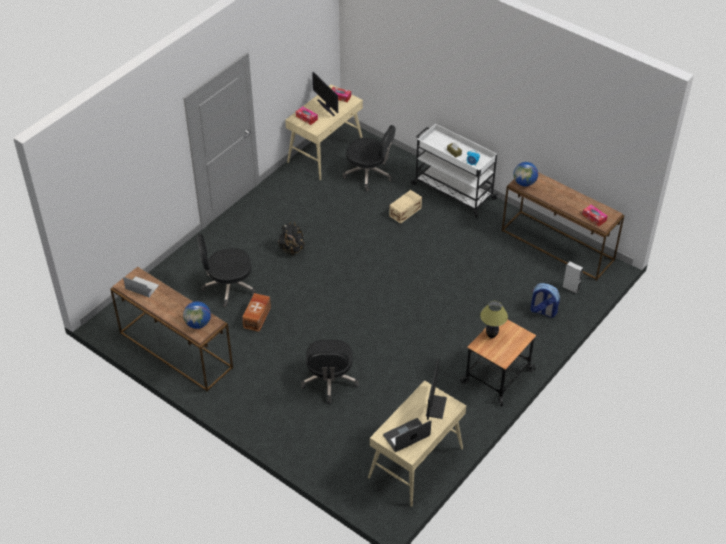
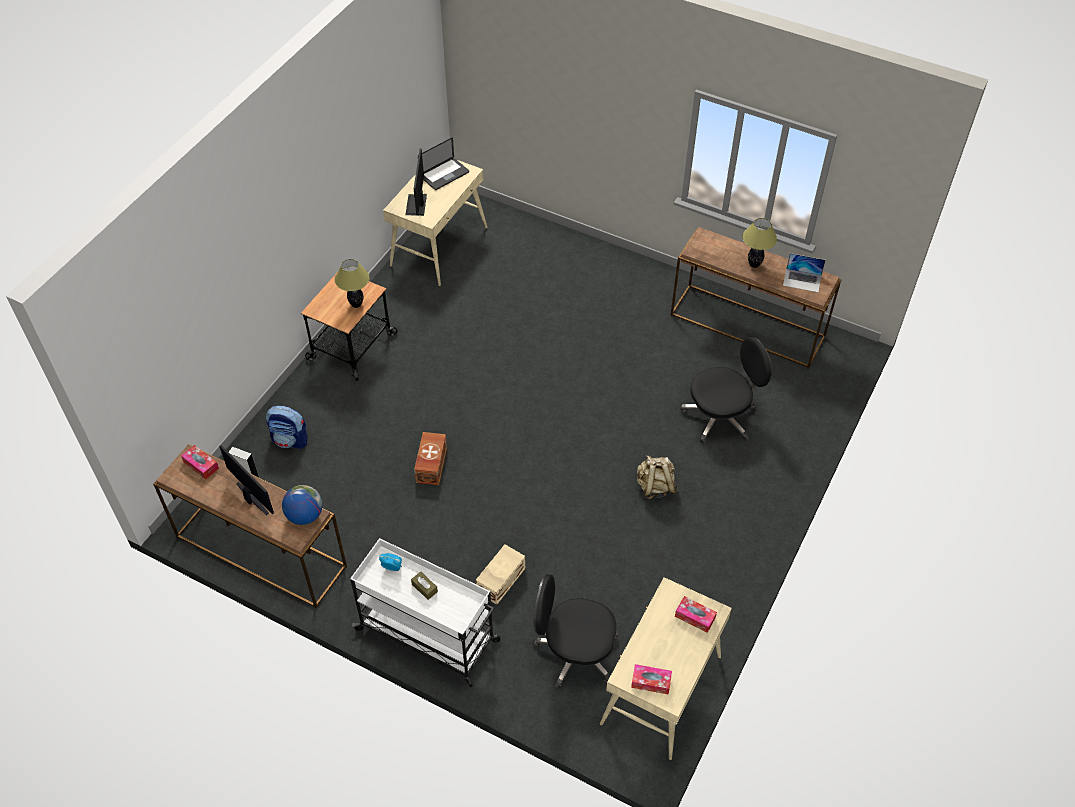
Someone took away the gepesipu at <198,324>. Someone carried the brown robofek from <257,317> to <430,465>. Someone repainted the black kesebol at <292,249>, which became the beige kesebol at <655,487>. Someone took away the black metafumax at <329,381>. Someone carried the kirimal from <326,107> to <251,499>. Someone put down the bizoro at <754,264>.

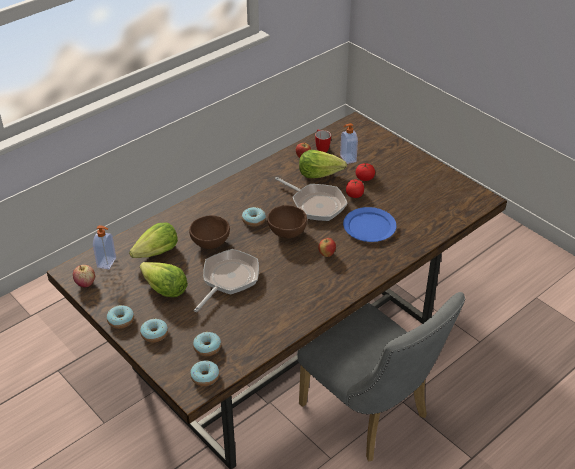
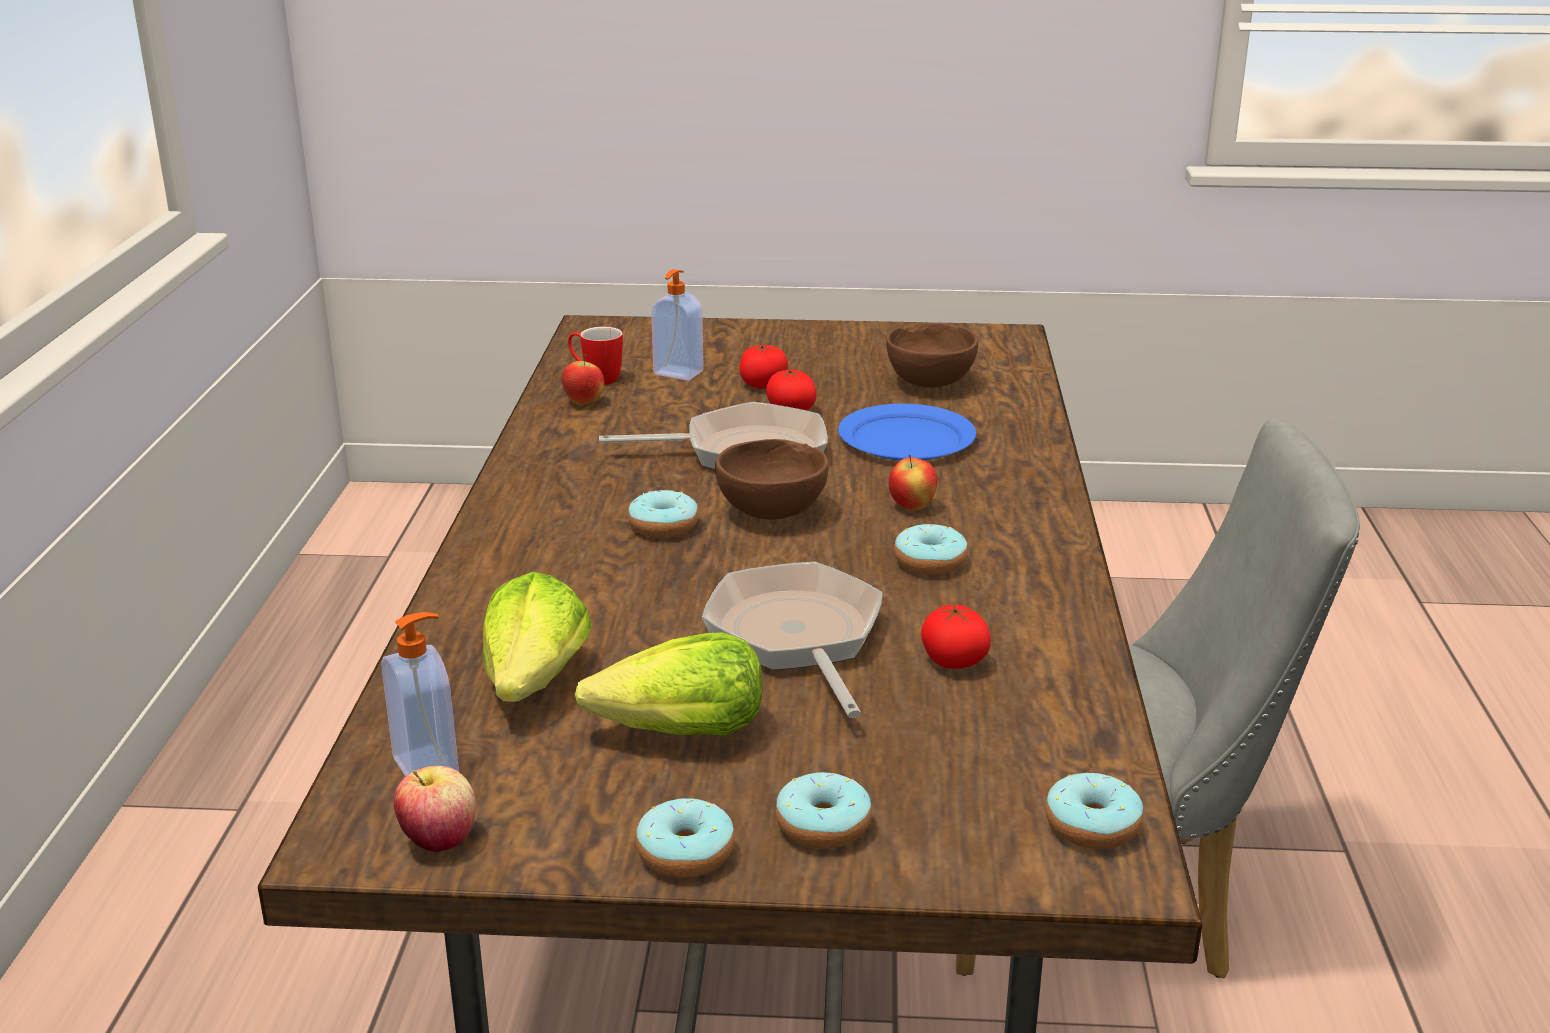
Someone carried the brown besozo from <211,243> to <931,383>. Someone carried the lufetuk from <207,347> to <930,562>. Someone took away the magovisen at <319,173>. Someone put down the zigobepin at <953,661>.

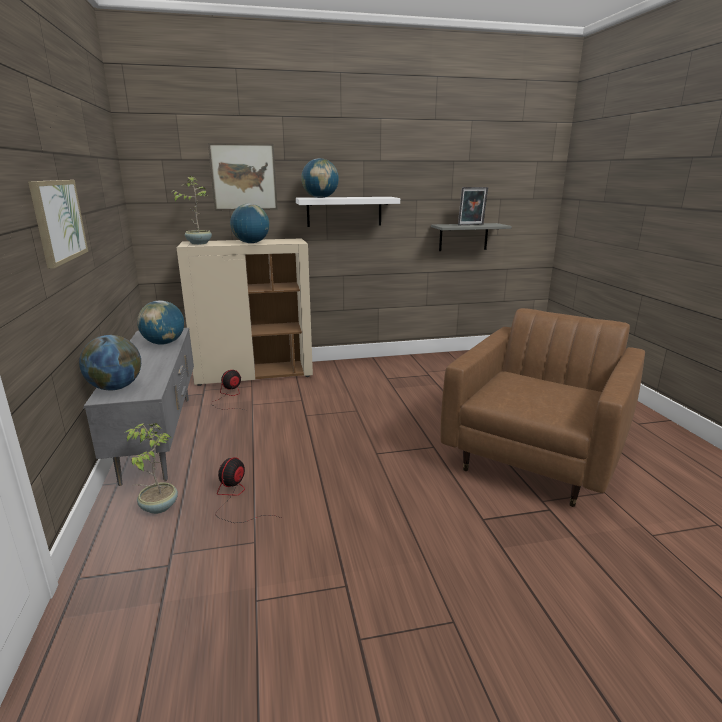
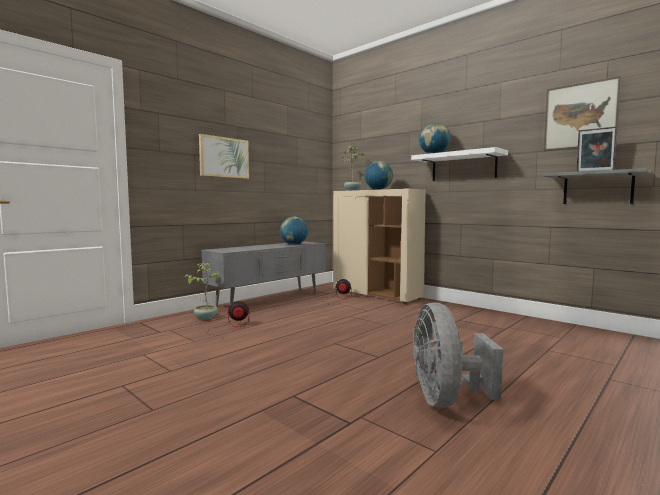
Someone took away the gepesipu at <115,388>. Someone carried the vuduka from <243,177> to <580,116>. Someone swapped the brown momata at <536,456> for the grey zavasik at <446,399>.

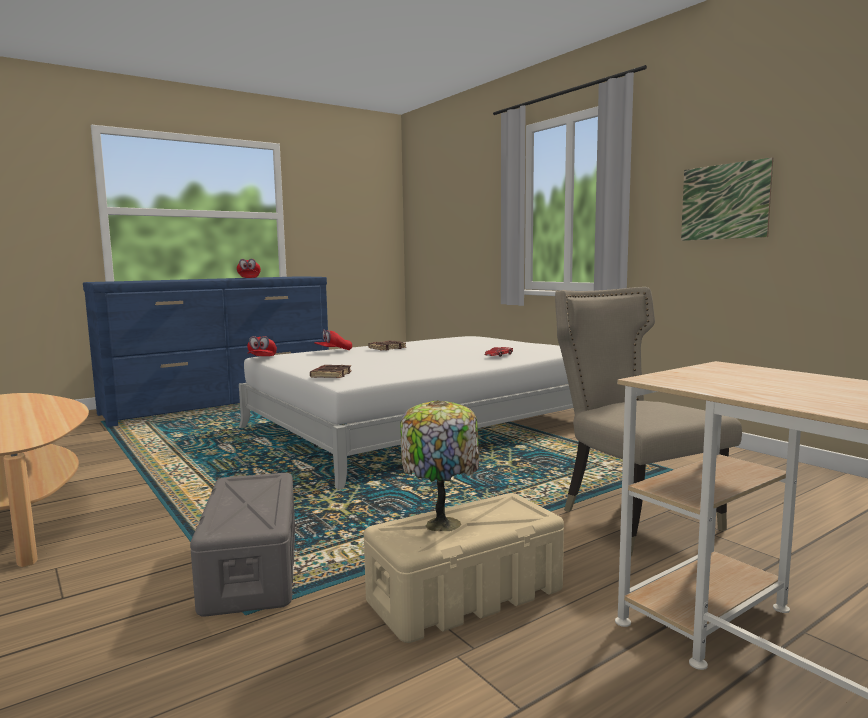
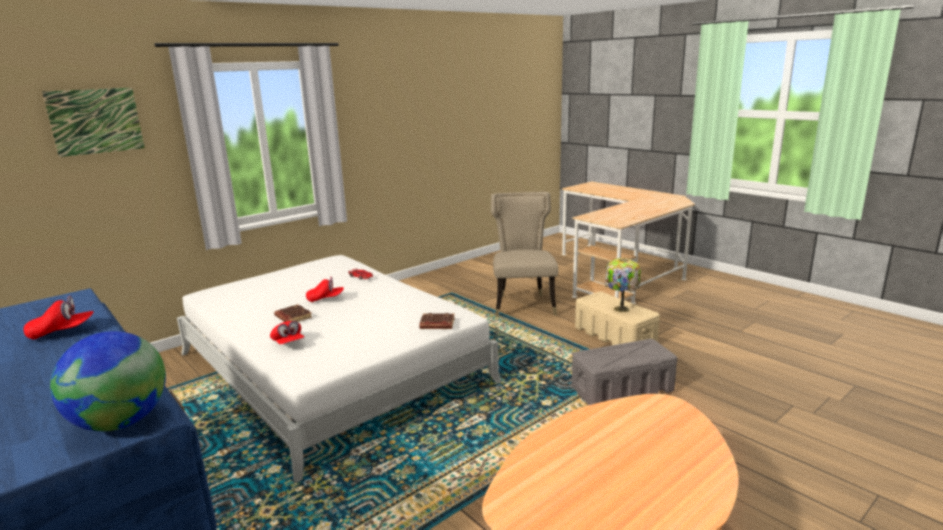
Someone carried the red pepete from <262,358> to <325,299>. Someone rotated the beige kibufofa at <632,519> by 120 degrees clockwise. Someone carried the vuduka from <724,201> to <95,121>. Someone put down the gepesipu at <121,422>.

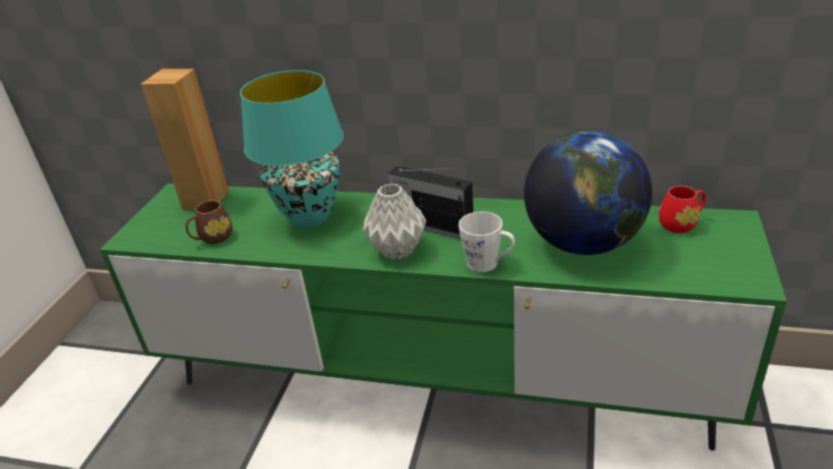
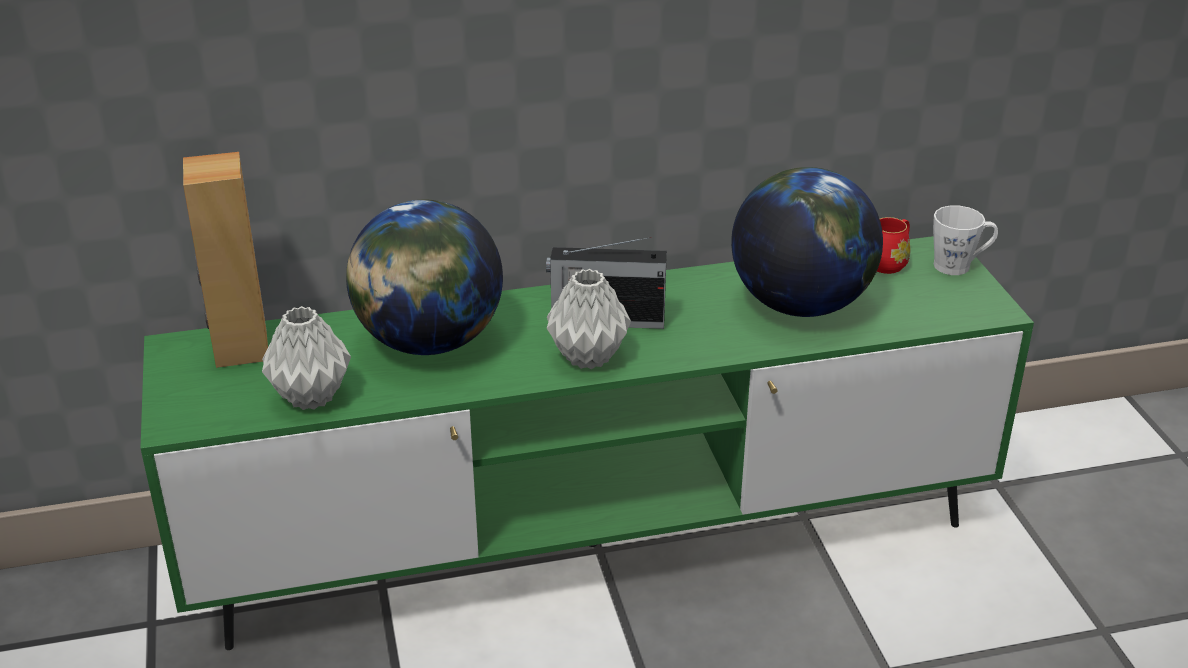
Someone swapped the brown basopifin at <212,238> for the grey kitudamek at <312,396>. Someone swapped the turquoise bizoro at <309,218> for the gepesipu at <429,342>. Someone carried the white basopifin from <488,264> to <959,266>.

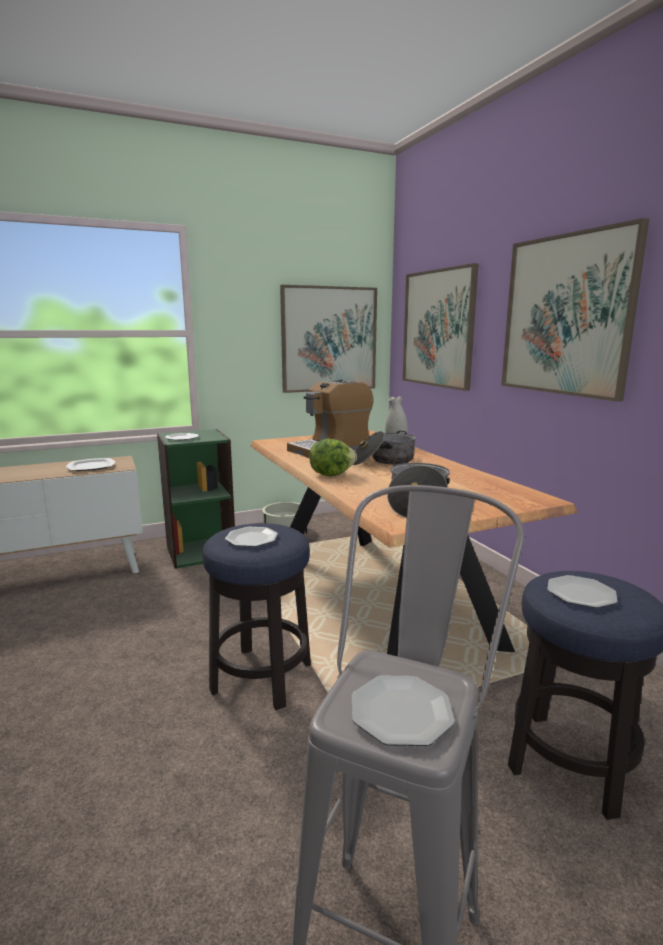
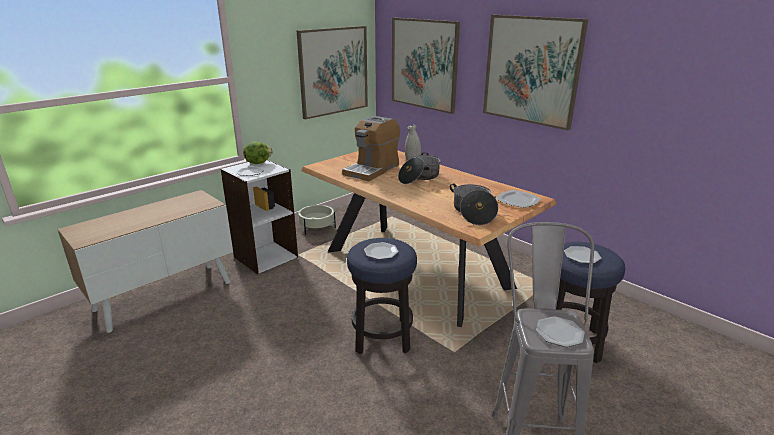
Someone carried the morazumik from <91,466> to <518,201>. Someone repainted the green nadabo at <200,551>, which became the white nadabo at <265,256>. Someone carried the magovisen from <331,474> to <258,162>.

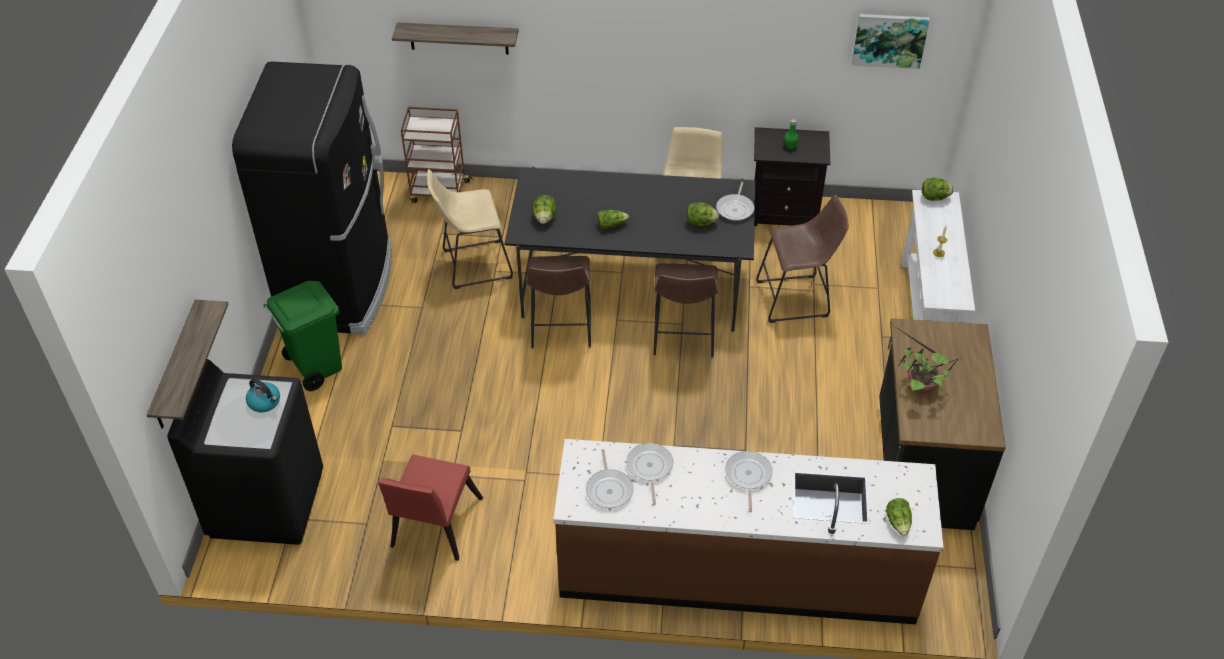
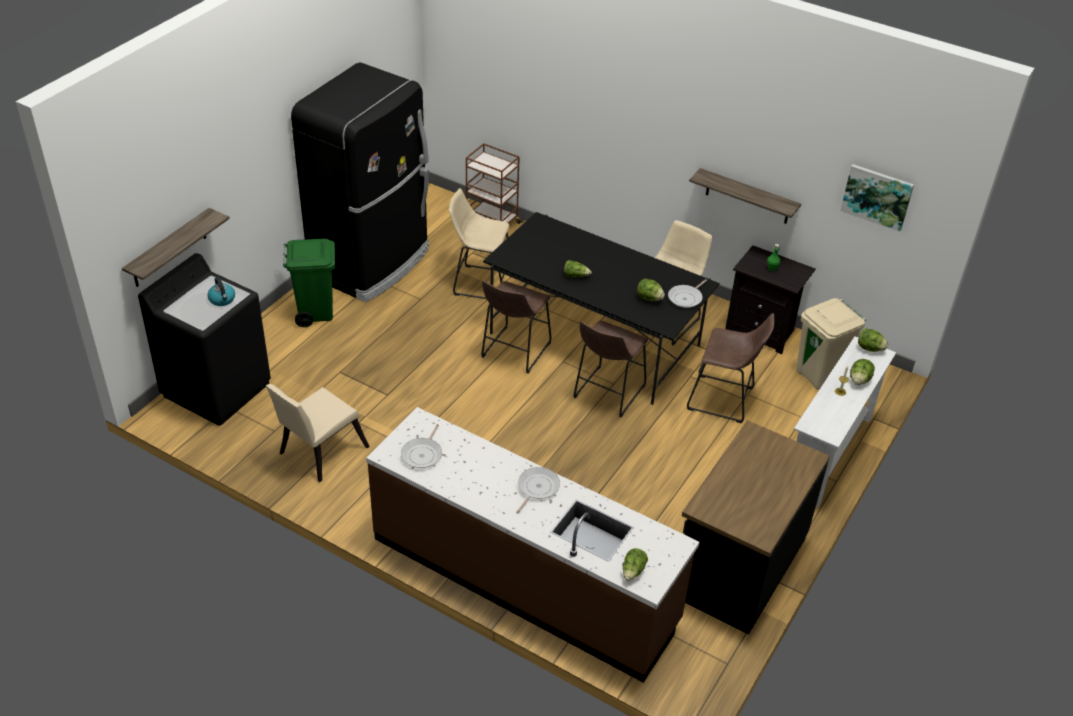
Someone repainted the red kibufofa at <433,527>, which became the beige kibufofa at <319,452>. Someone carried the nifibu from <458,38> to <747,197>. Someone carried the magovisen from <544,218> to <859,380>. Someone took away the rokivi at <649,468>. Someone took away the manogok at <920,386>. Someone put down the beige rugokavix at <819,376>.

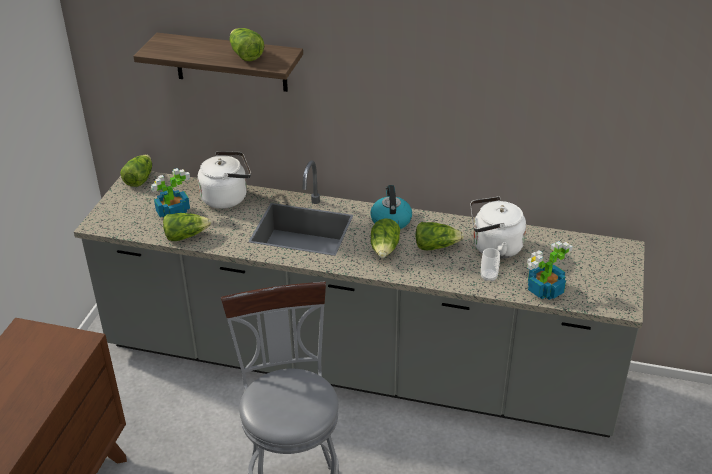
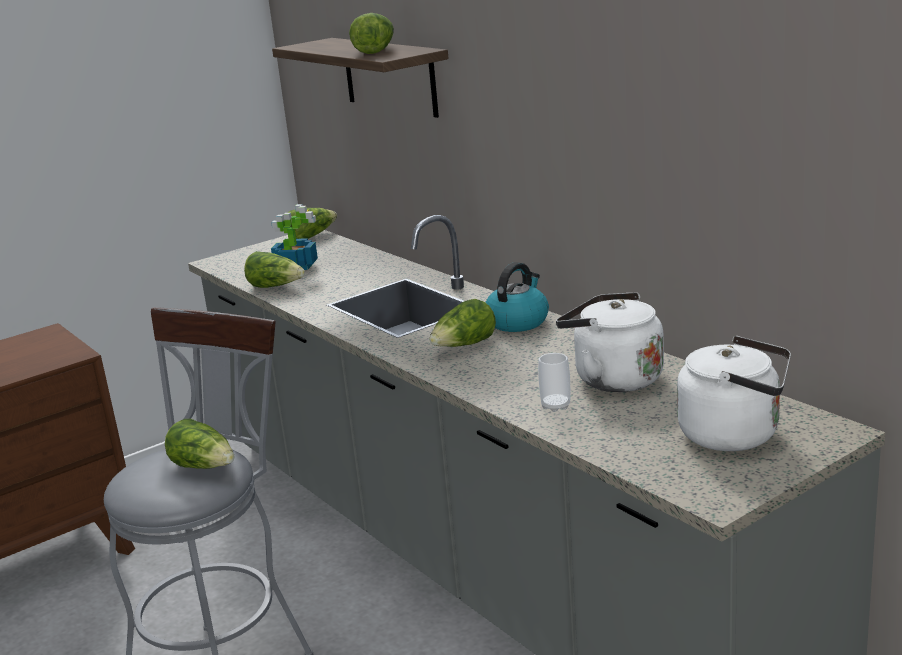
Someone carried the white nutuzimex from <227,197> to <735,435>. Someone carried the magovisen from <436,246> to <204,467>. Someone took away the manogok at <544,290>.

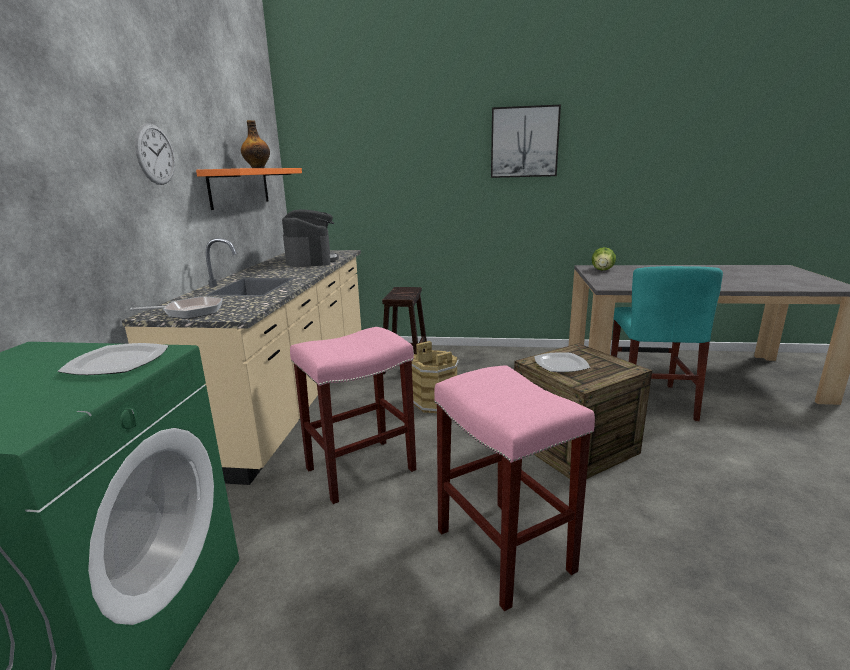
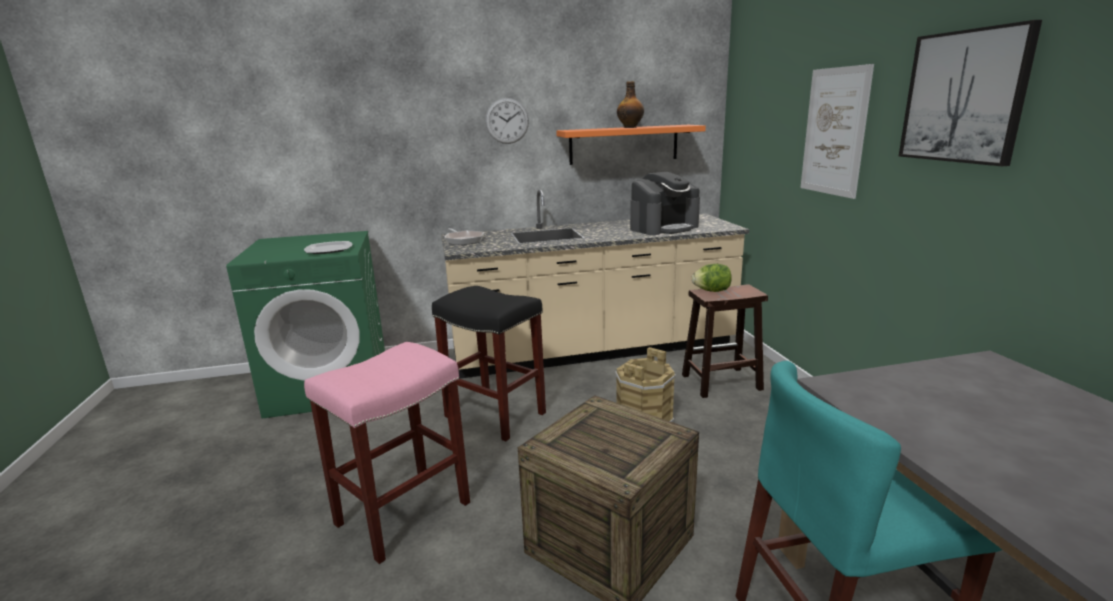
Someone repainted the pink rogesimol at <361,468>, which became the black rogesimol at <496,415>. Someone took away the morazumik at <561,364>. Someone carried the magovisen from <602,270> to <712,291>. Someone put up the vuduka at <834,132>.

